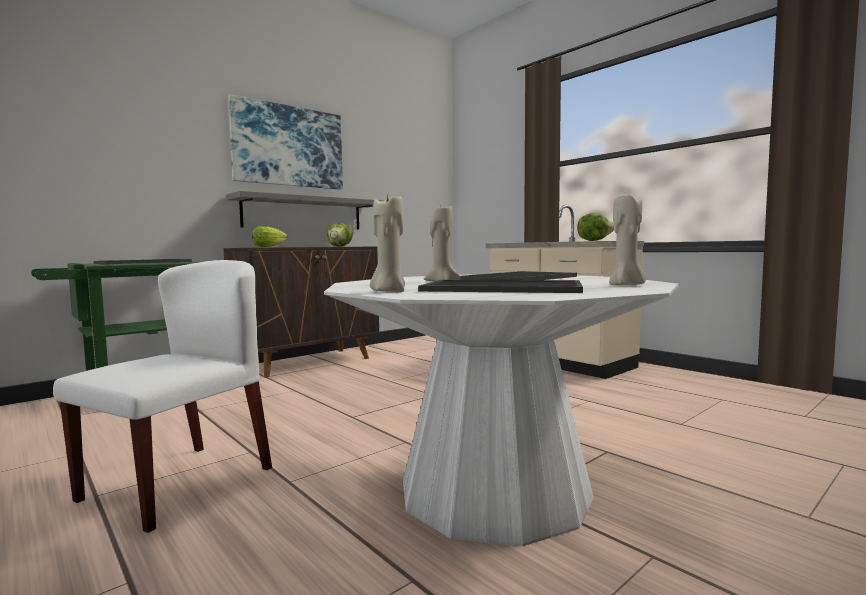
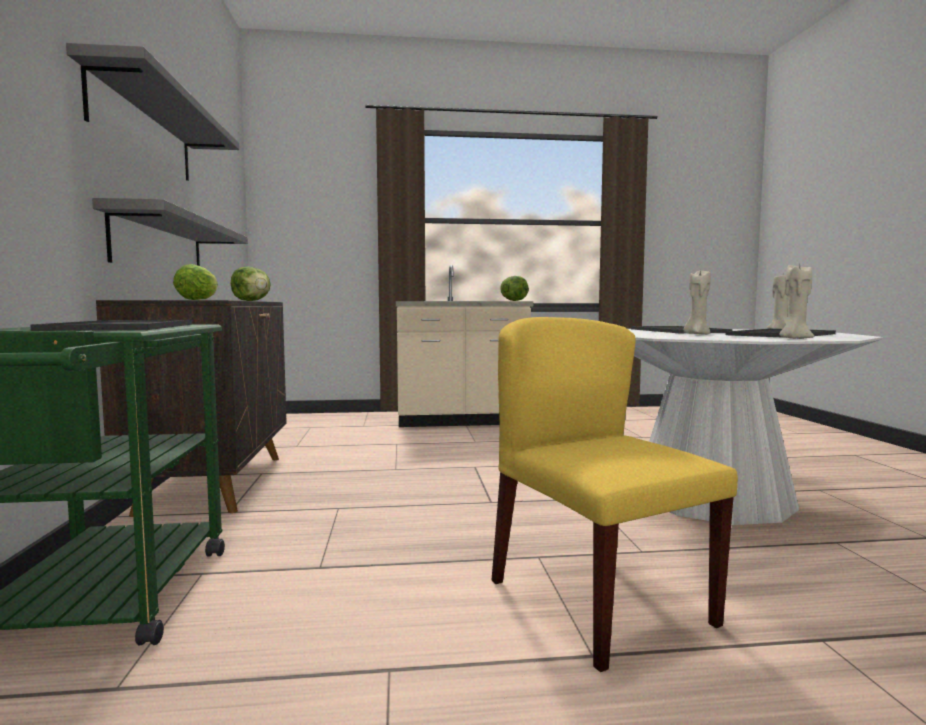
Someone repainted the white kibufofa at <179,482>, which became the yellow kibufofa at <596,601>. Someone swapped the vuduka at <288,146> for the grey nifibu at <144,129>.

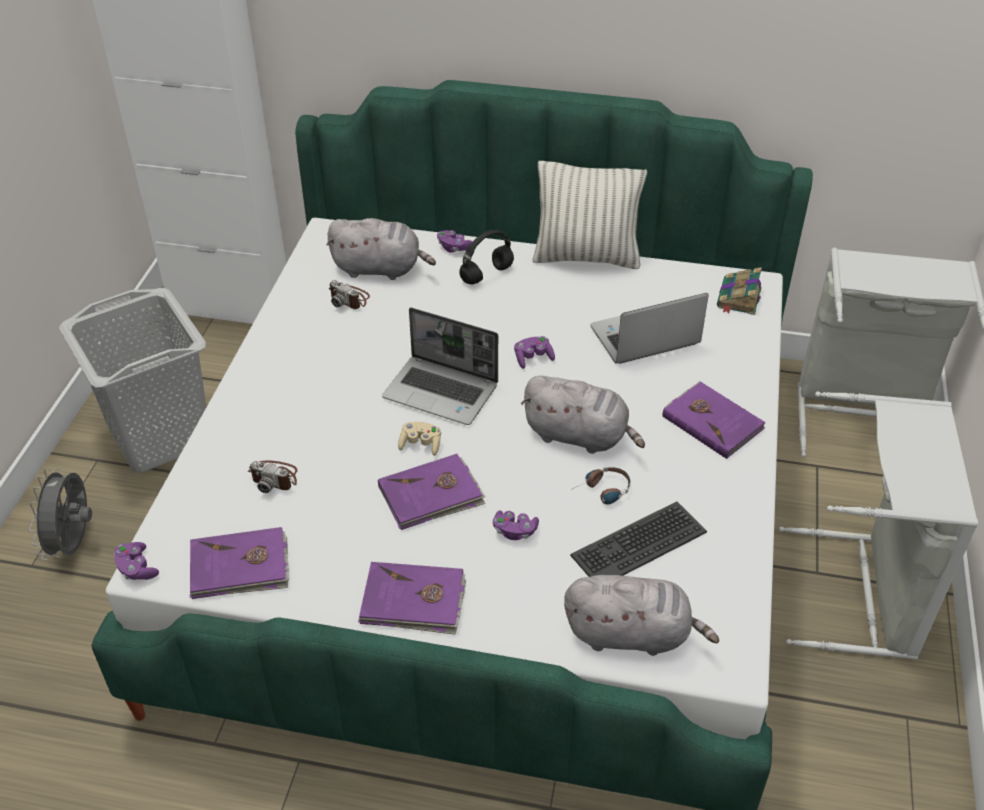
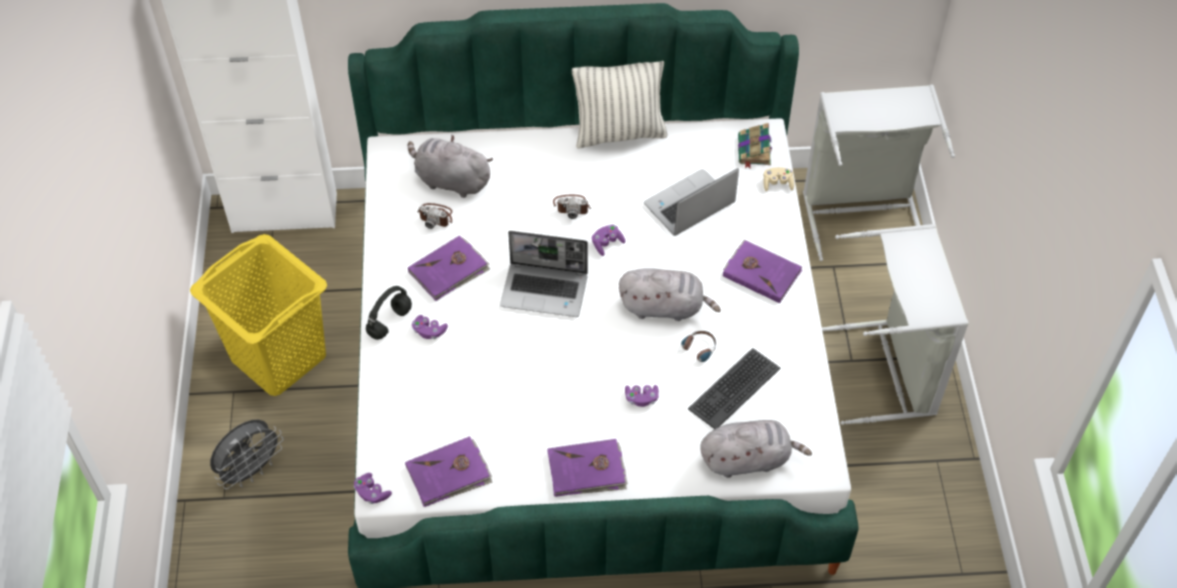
Someone rotated the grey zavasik at <74,544> by 120 degrees counterclockwise. Someone repainted the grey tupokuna at <161,435>, which became the yellow tupokuna at <279,356>. Someone carried the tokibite from <275,477> to <572,206>. Someone rotated the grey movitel at <380,269> by 150 degrees counterclockwise. Someone carried the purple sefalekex from <431,495> to <449,270>. Someone carried the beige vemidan from <421,445> to <777,184>. Someone carried the purple vemidan from <454,248> to <429,331>. Someone carried the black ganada from <486,275> to <390,323>.

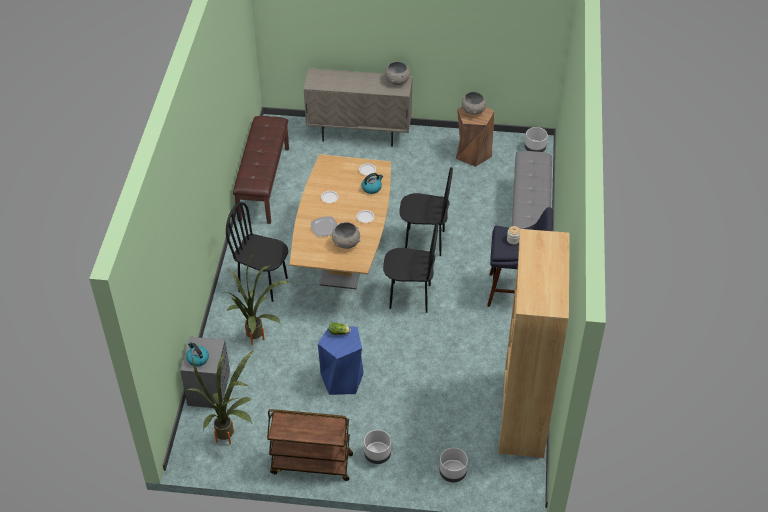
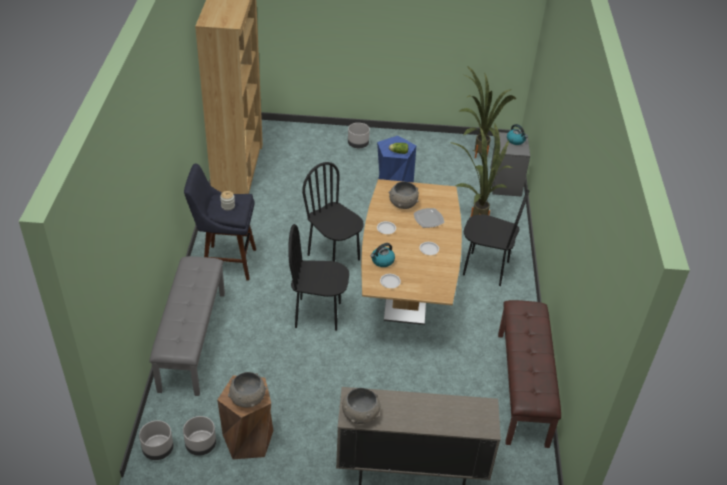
Someone took away the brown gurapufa at <311,464>. Someone rotated the black kibufofa at <410,297> by 45 degrees clockwise. Someone carried the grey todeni from <452,473> to <201,445>.

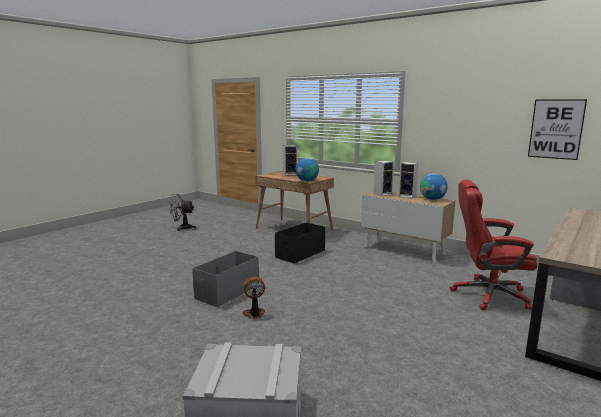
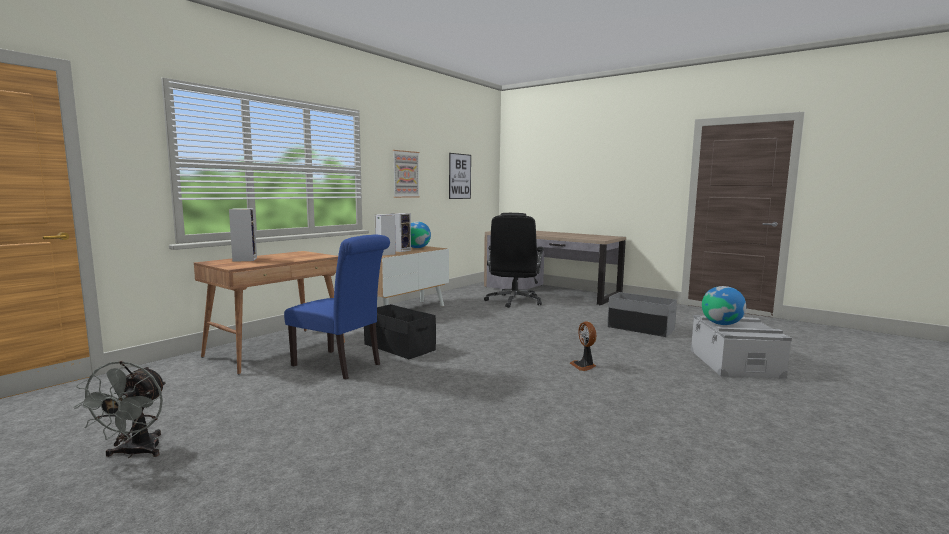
Someone carried the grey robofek from <227,292> to <640,328>. Someone carried the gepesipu from <307,181> to <721,324>. Someone repainted the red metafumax at <488,295>, which became the black metafumax at <514,301>. Someone put down the blue kibufofa at <341,365>. Someone put up the vuduka at <405,174>.

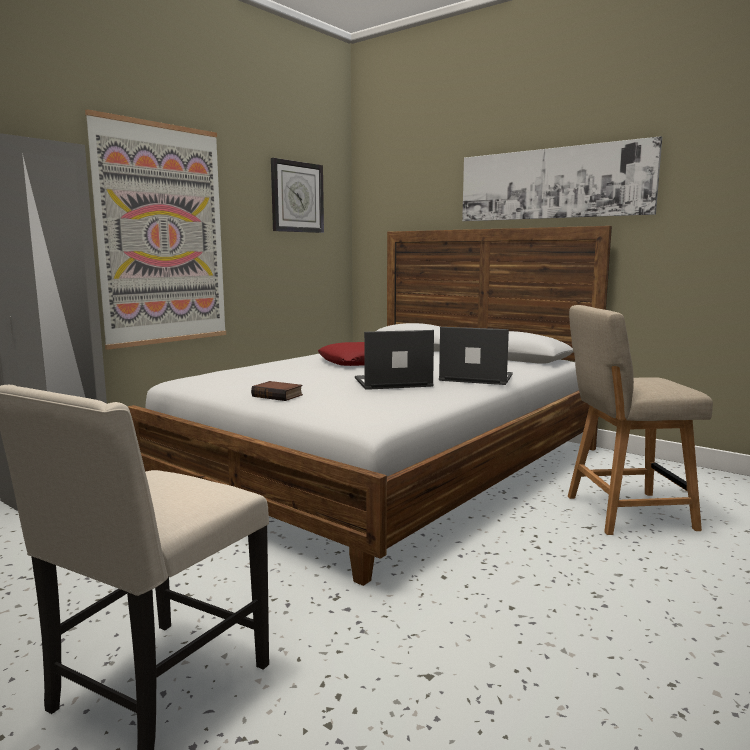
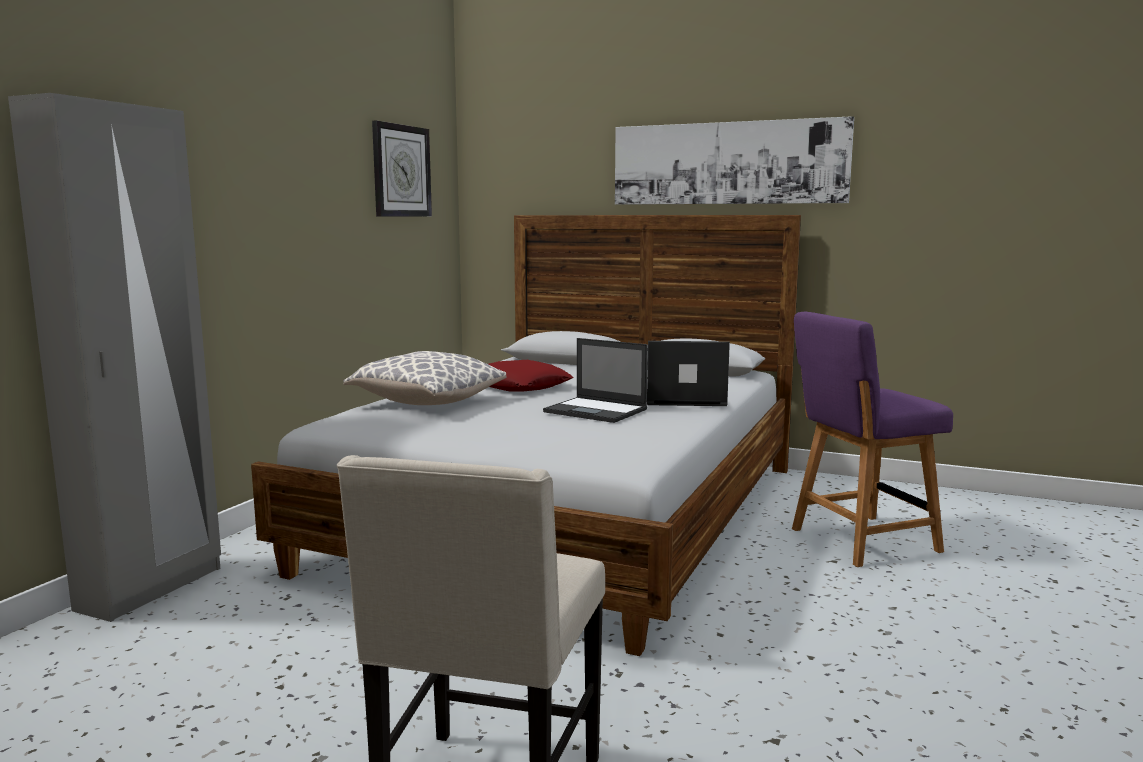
Someone took away the vuduka at <162,235>. Someone took away the sefalekex at <278,395>. Someone rotated the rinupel at <392,382> by 120 degrees counterclockwise. Someone repainted the beige kibufofa at <623,513>, which became the purple kibufofa at <858,541>. Someone put down the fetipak at <427,402>.

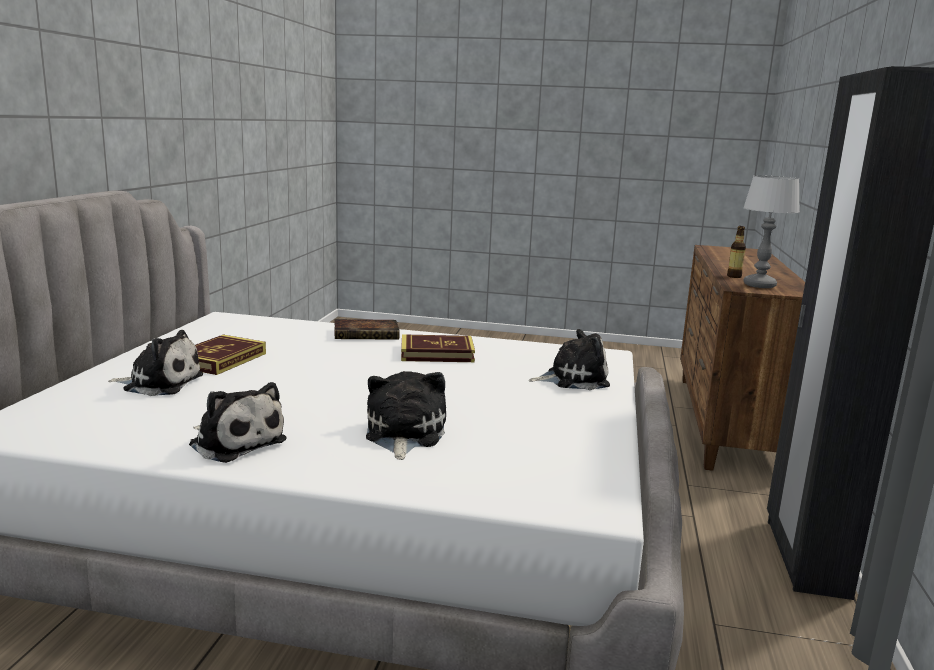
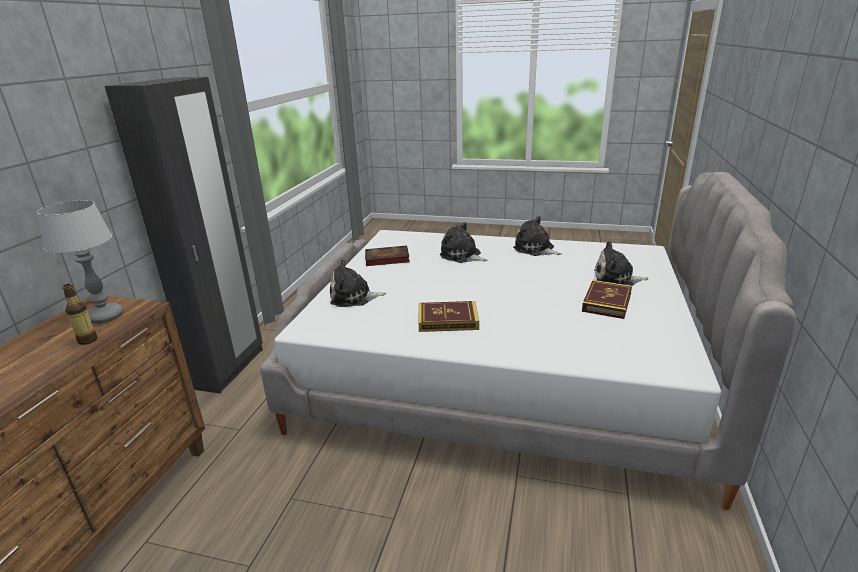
Someone carried the sefalekex from <368,334> to <386,259>. Someone rotated the movitel at <403,434> by 120 degrees clockwise.

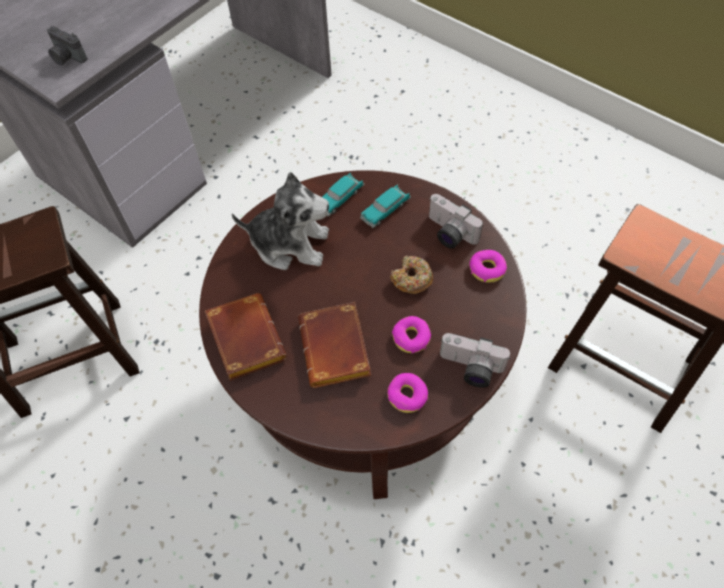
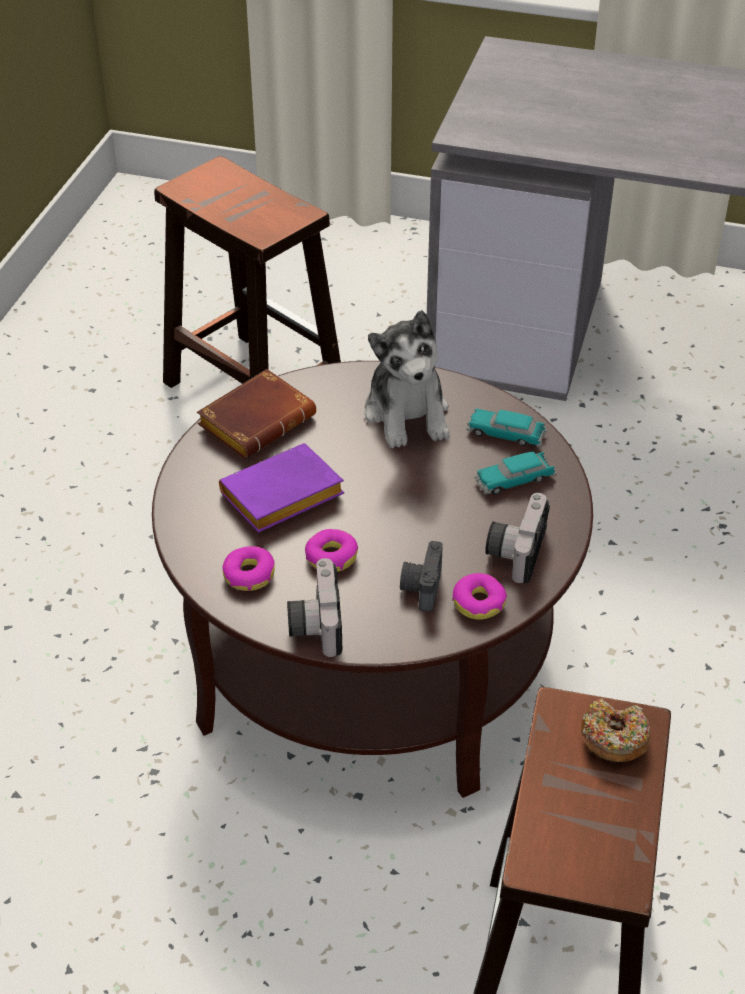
Someone carried the tokibite from <67,58> to <421,587>. Someone repainted the brown sefalekex at <337,350>, which became the purple sefalekex at <281,498>. Someone rotated the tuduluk at <385,209> by 45 degrees counterclockwise. Someone carried the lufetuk from <411,279> to <613,738>.

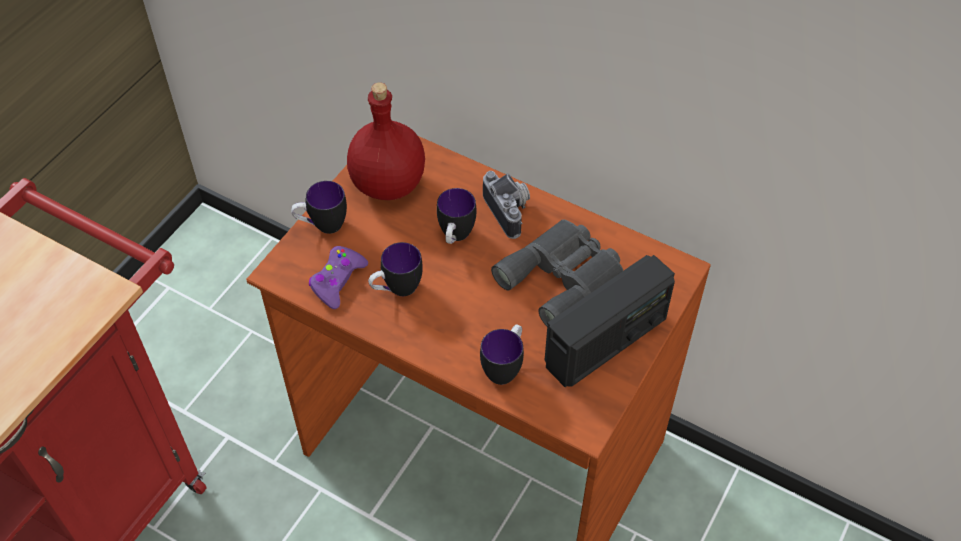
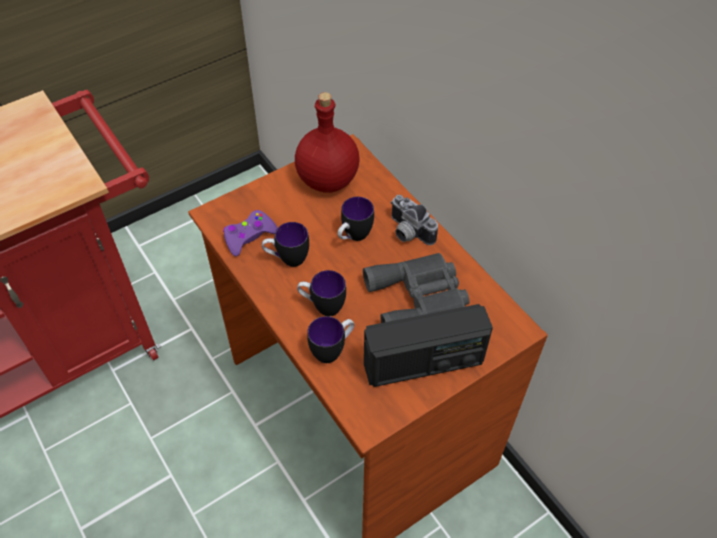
Someone carried the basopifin from <322,226> to <322,306>. Someone rotated the tokibite at <511,211> by 135 degrees clockwise.

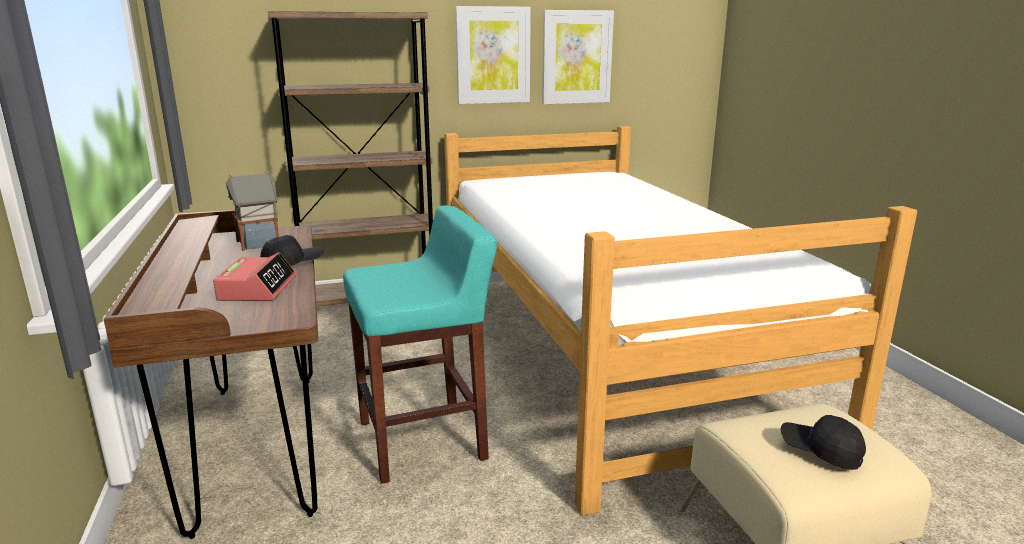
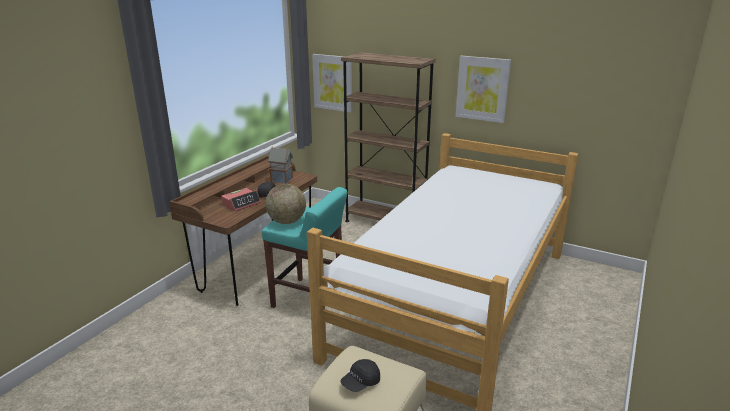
Someone carried the vuduka from <576,57> to <333,82>. Someone rotated the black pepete at <820,452> by 120 degrees counterclockwise. Someone put down the gepesipu at <287,221>.

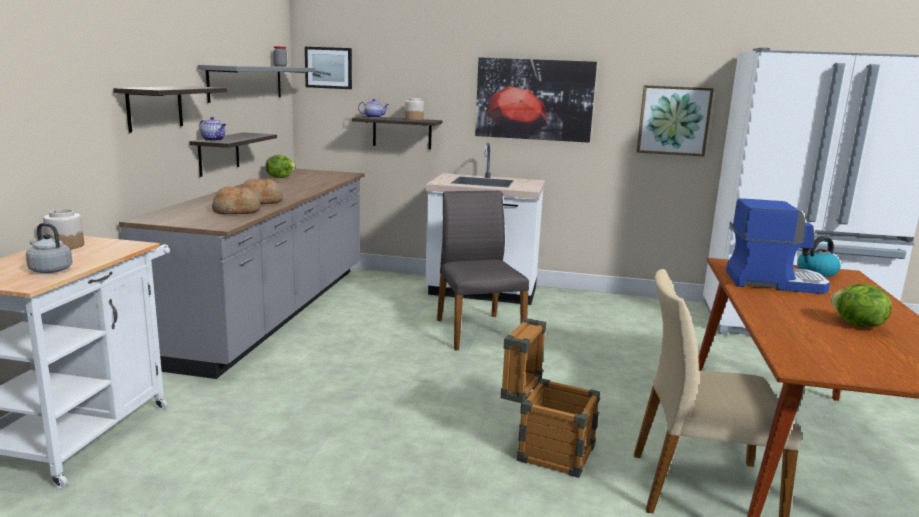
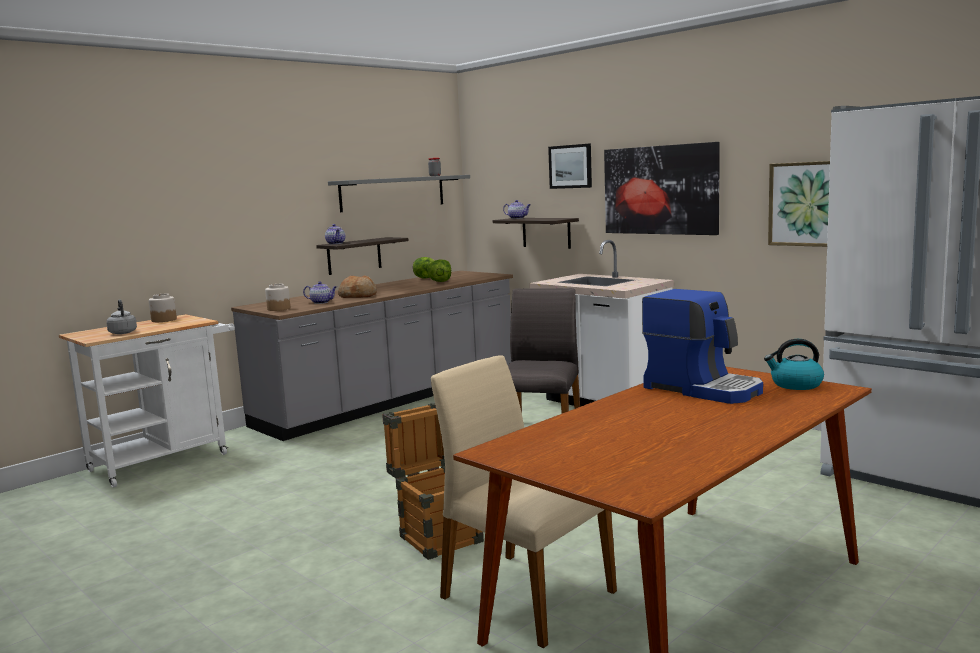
Someone took away the nifibu at <155,108>. Someone swapped the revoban at <237,211> for the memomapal at <322,302>. Someone carried the vuduka from <329,68> to <570,166>. Someone carried the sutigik from <413,119> to <278,309>. Someone carried the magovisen from <856,325> to <440,281>.

